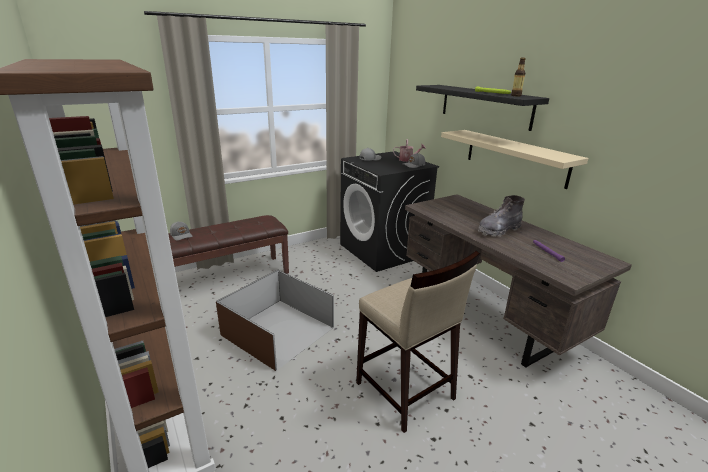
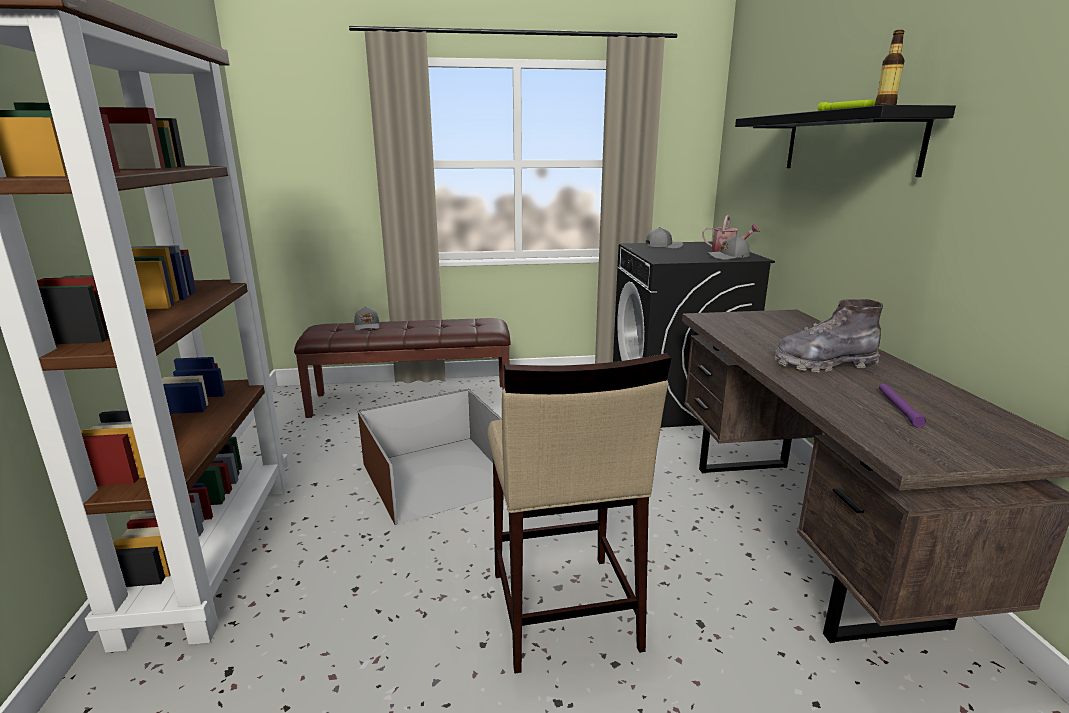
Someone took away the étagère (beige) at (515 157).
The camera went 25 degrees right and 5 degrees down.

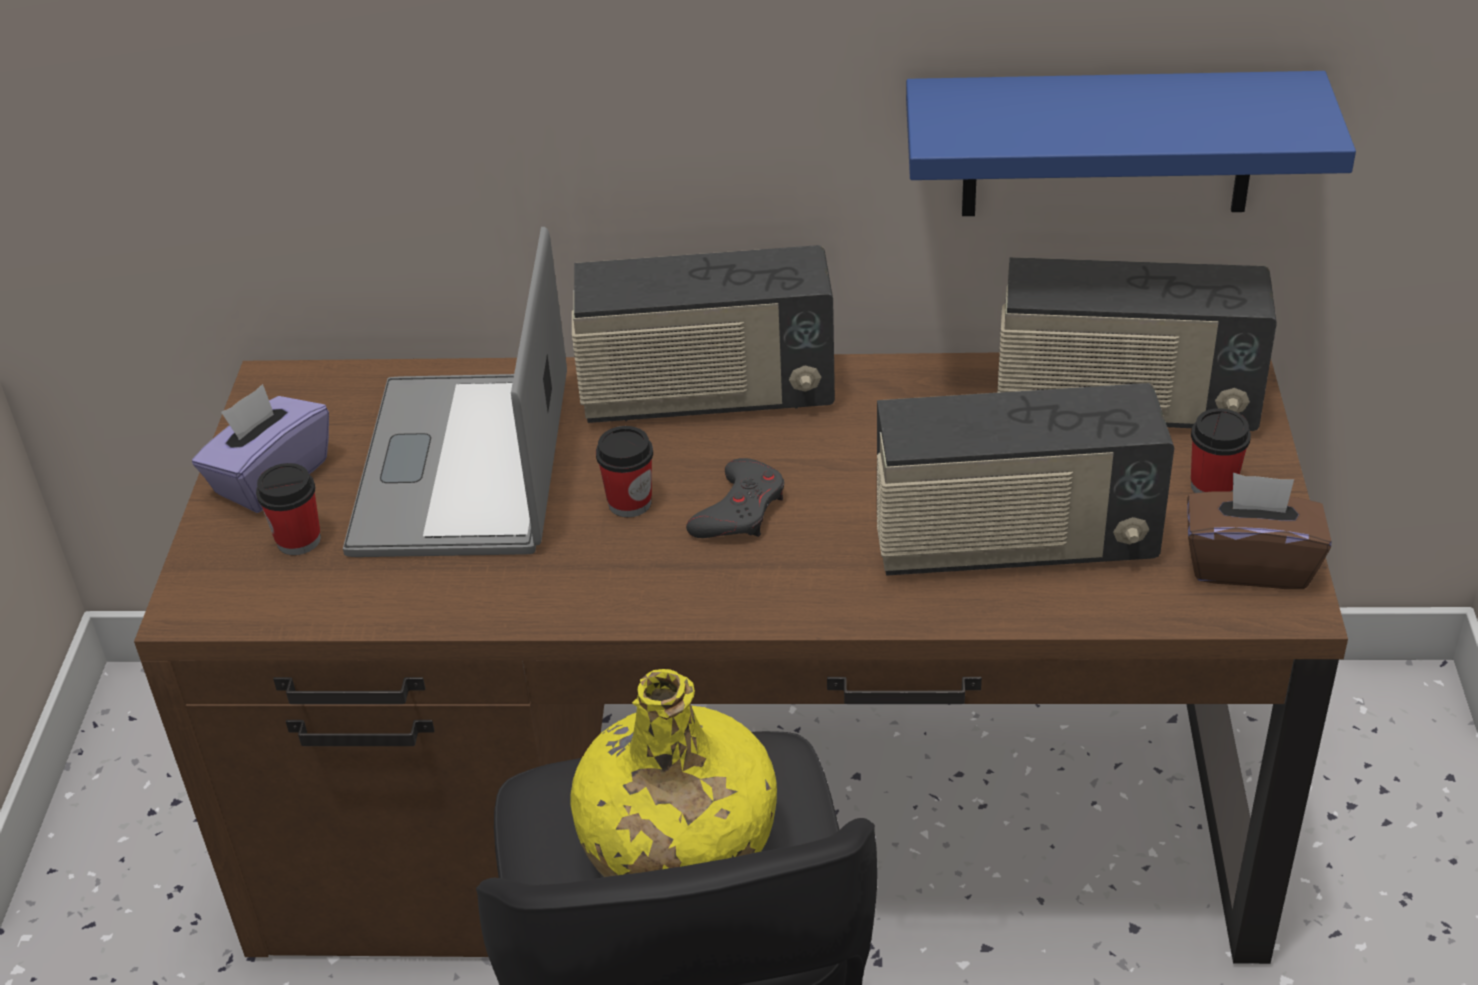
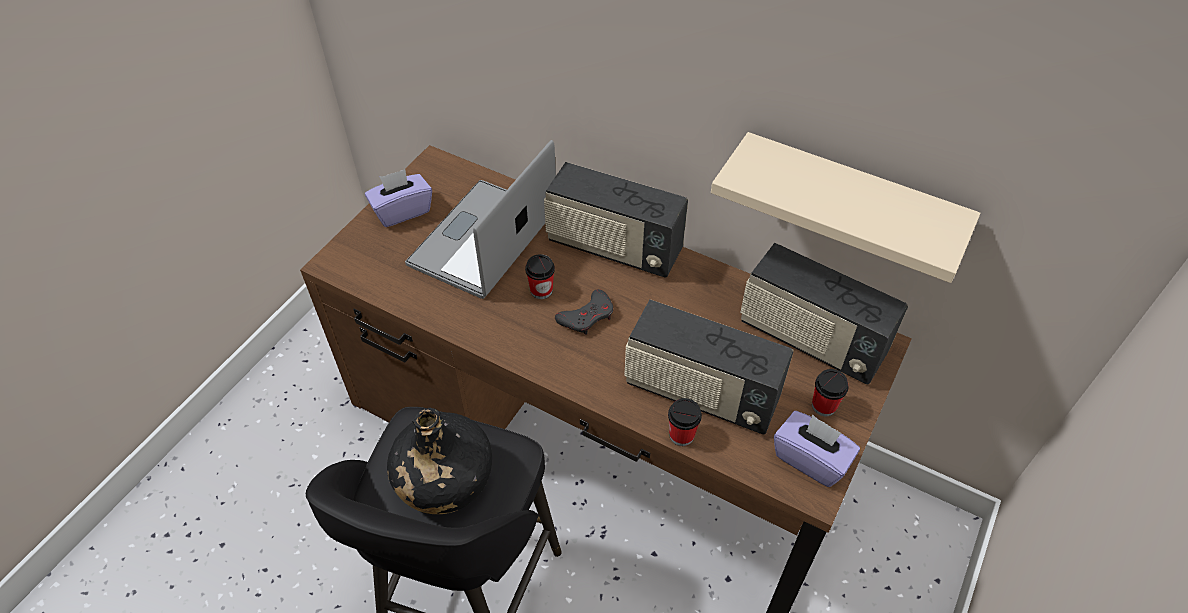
Someone carried the tasse from (298 540) to (681 435).
Someone repainted the bouteille (jaune) at (676 847), which became the bouteille (noir) at (444 479).
Someone repainted the étagère (bleu) at (1108 144), which became the étagère (beige) at (848 203).
Someone repainted the boîte à mouchoirs (marron) at (1249 564), which became the boîte à mouchoirs (violet) at (811 459).
The camera went 25 degrees right and 10 degrees up.

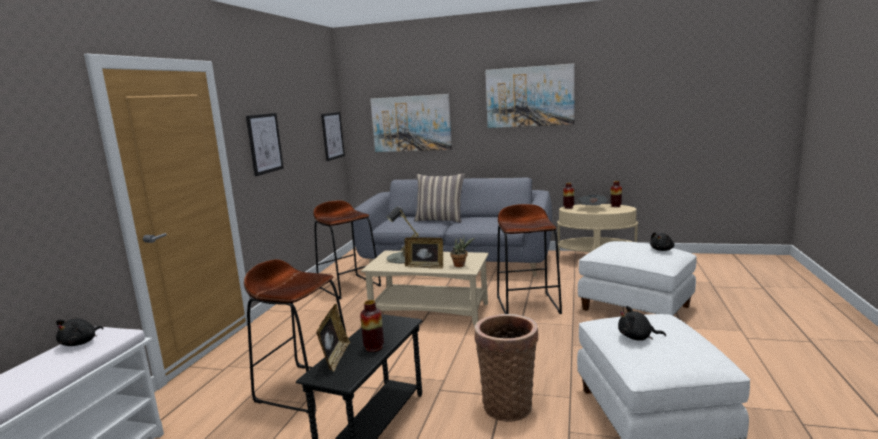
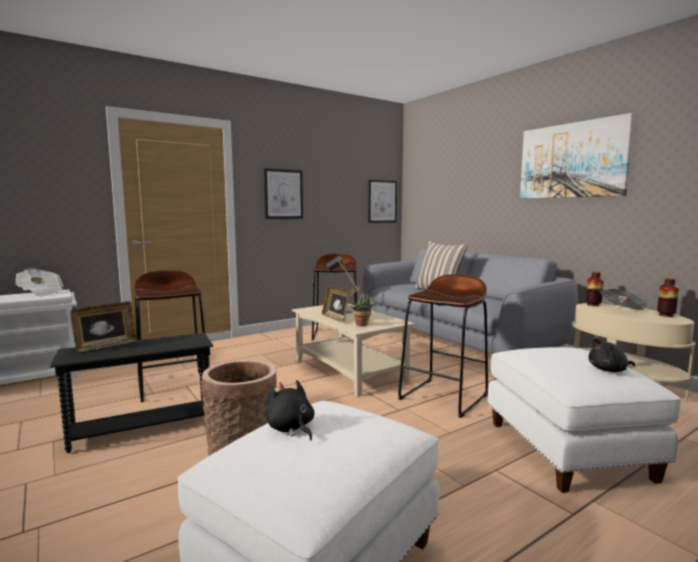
Someone took away the vase at (374 348).
Someone took away the tableau at (411 123).
Someone swapped the peluche (noir) at (81 343) for the journal at (41 293).
The camera went 40 degrees right and 5 degrees down.

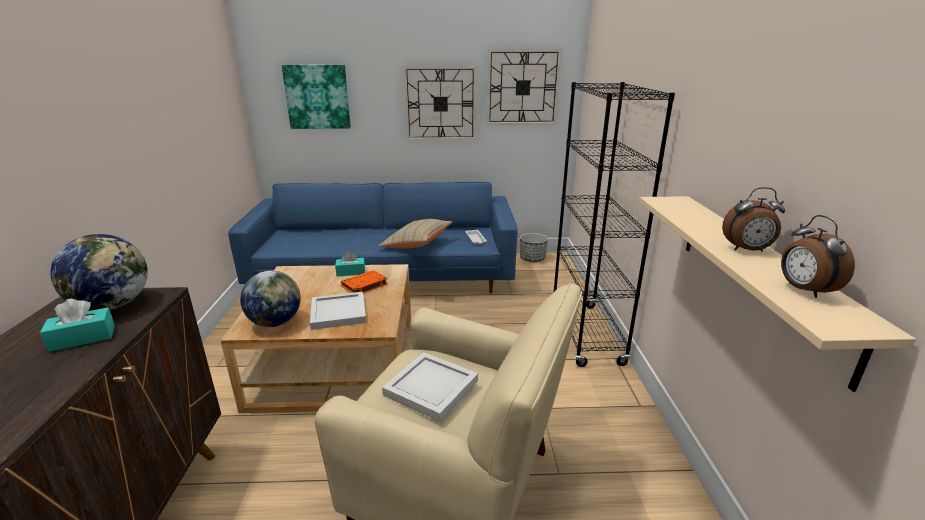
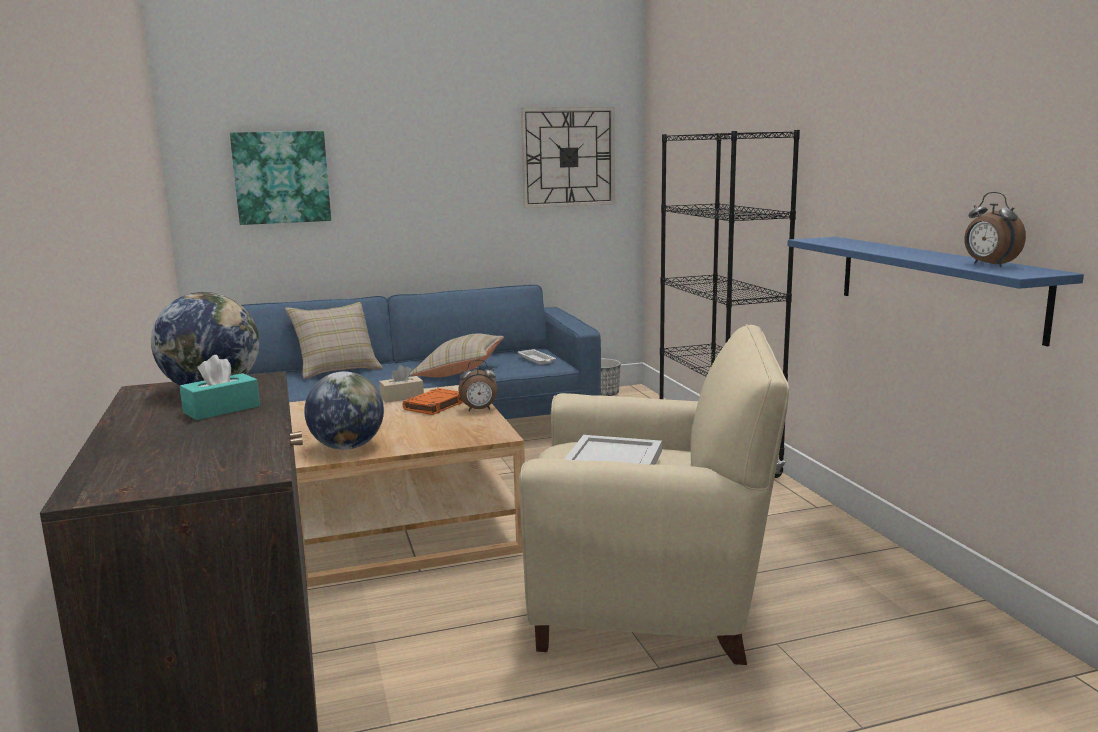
Someone took away the plateau (blanc) at (339 312).
Someone took away the horloge murale at (440 104).
Someone put down the coussin (beige) at (337 370).
Someone carried the réveil from (747 250) to (479 410).
Someone repainted the boîte à mouchoirs (turquoise) at (351 272), which became the boîte à mouchoirs (beige) at (402 397).
Someone repainted the étagère (beige) at (757 274), which became the étagère (bleu) at (934 284).
The camera went 15 degrees left and 10 degrees down.

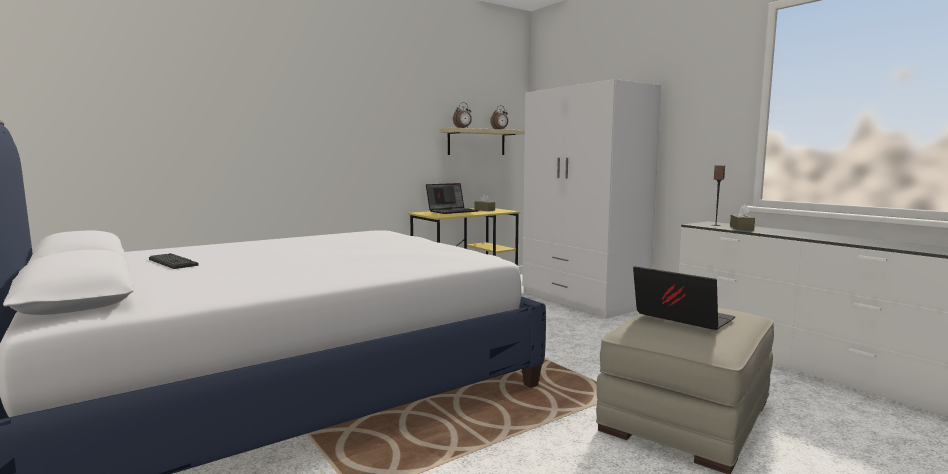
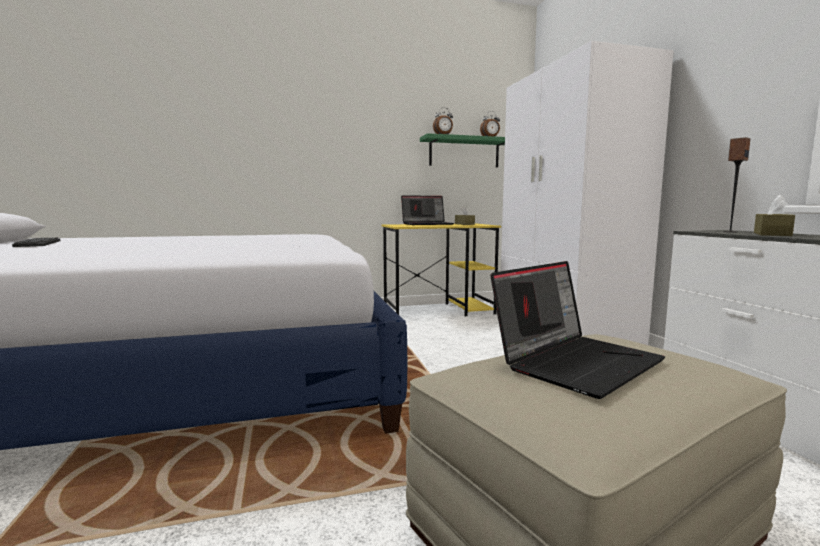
Someone repainted the étagère (beige) at (476 142), which became the étagère (vert) at (464 153).
Someone rotated the ordinateur portable at (680 318) by 75 degrees clockwise.
The camera went 20 degrees right and 0 degrees up.

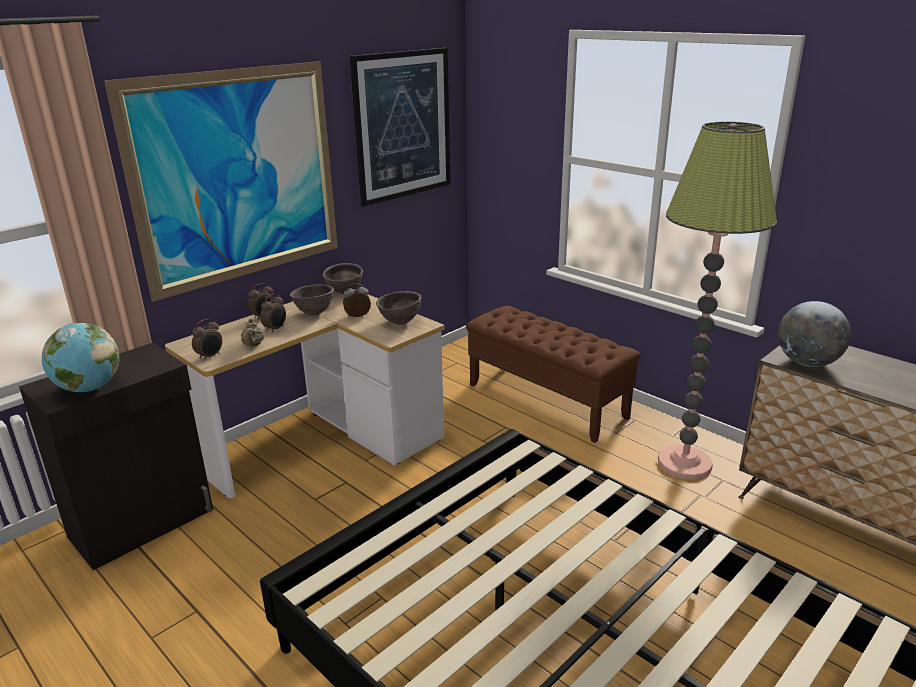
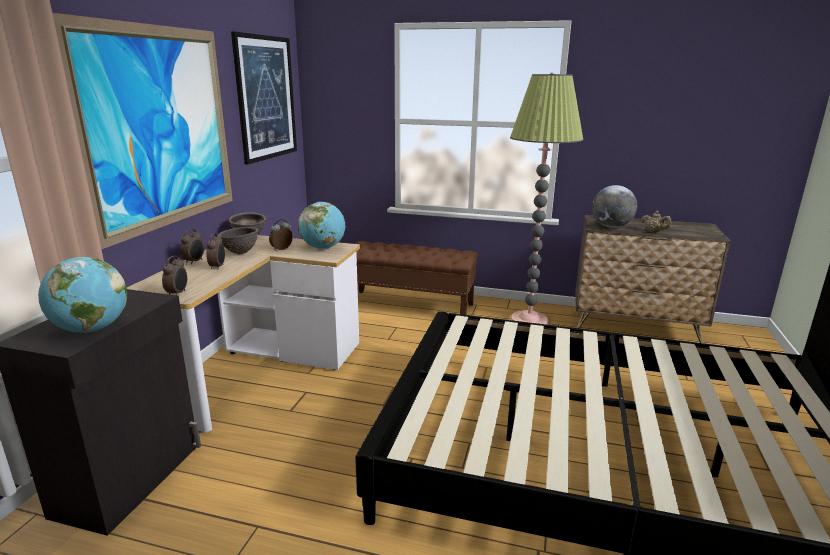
Someone carried the théière (beige) from (253 345) to (654 231).
Someone swapped the bol (marron) at (400 322) for the globe at (323 248).
The camera went 30 degrees left and 5 degrees down.

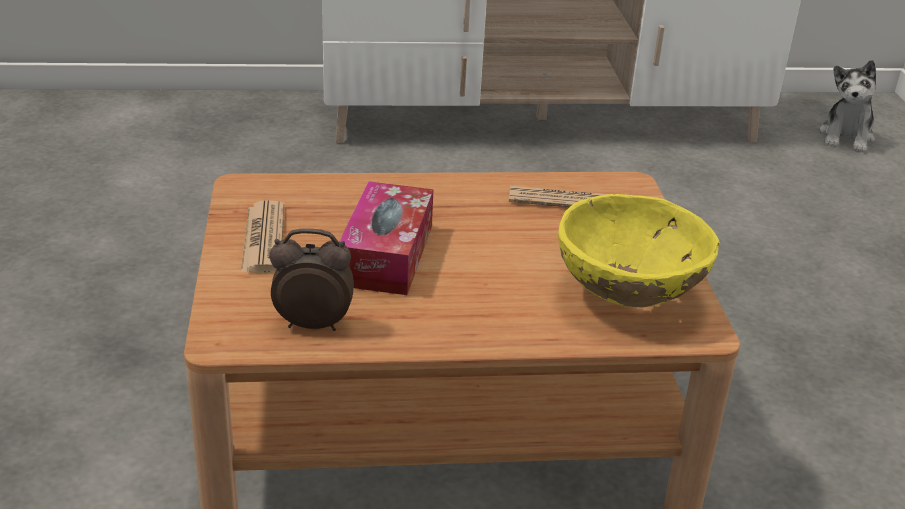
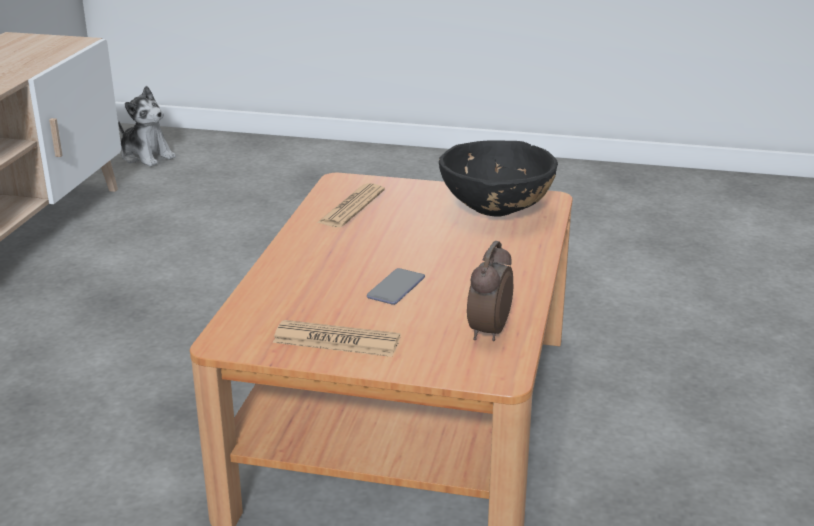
Someone swapped the boîte à mouchoirs at (386 255) for the téléphone at (396 288).
Someone repainted the bol (jaune) at (628 296), which became the bol (noir) at (496 211).
The camera went 70 degrees left and 5 degrees down.

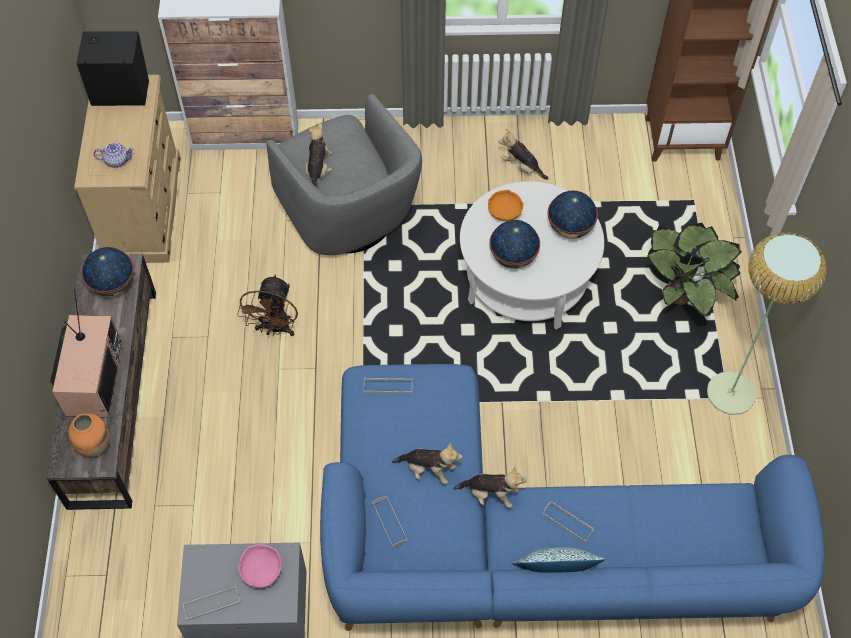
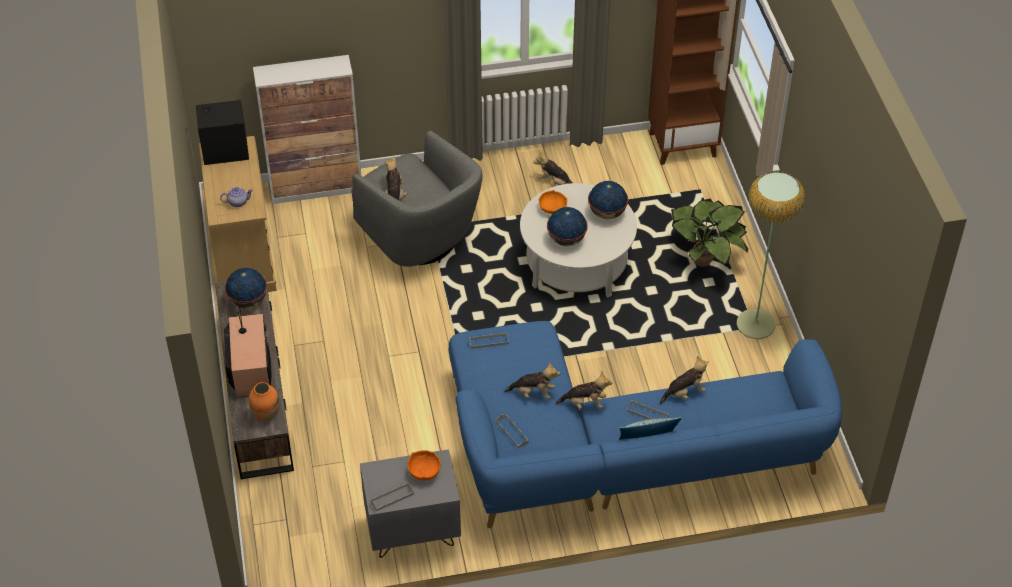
Someone took away the ventilateur (marron) at (275 329).
Someone put down the peluche at (684 393).
Someone repainted the bol (rose) at (261 571), which became the bol (orange) at (424 472).
The camera went 10 degrees left and 10 degrees down.

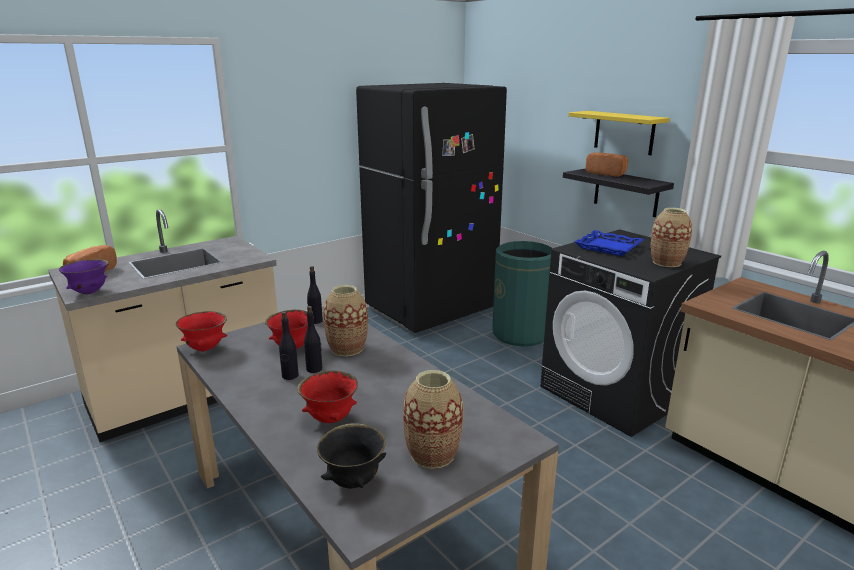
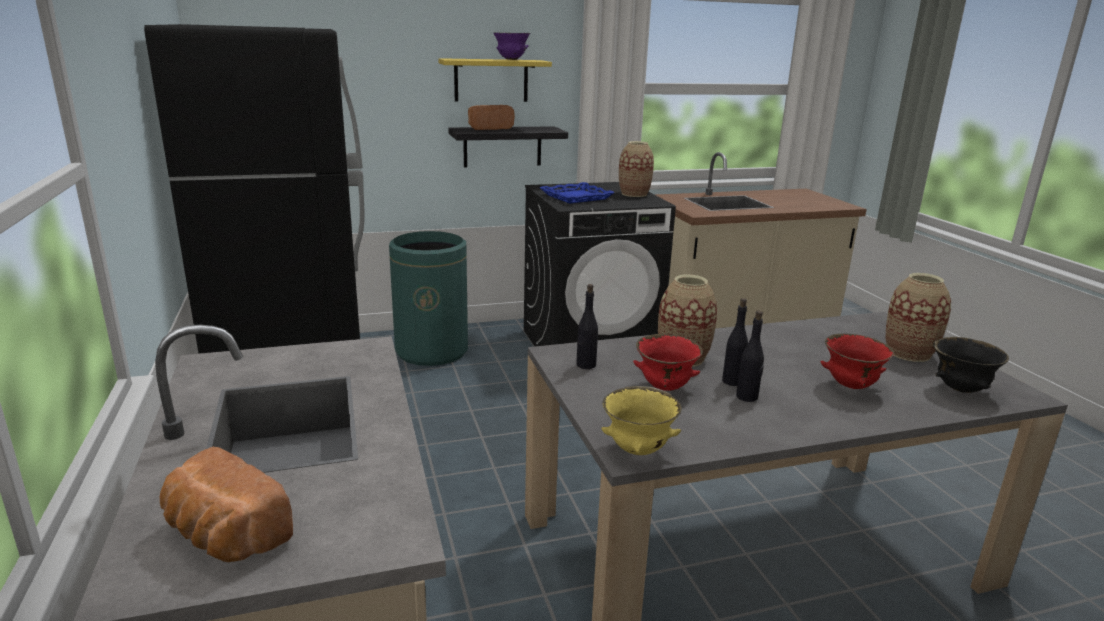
Someone carried the bol (violet) from (89 292) to (511 60).
Someone repainted the bol (rouge) at (205 349), which became the bol (jaune) at (638 450).
The camera went 70 degrees left and 0 degrees up.

